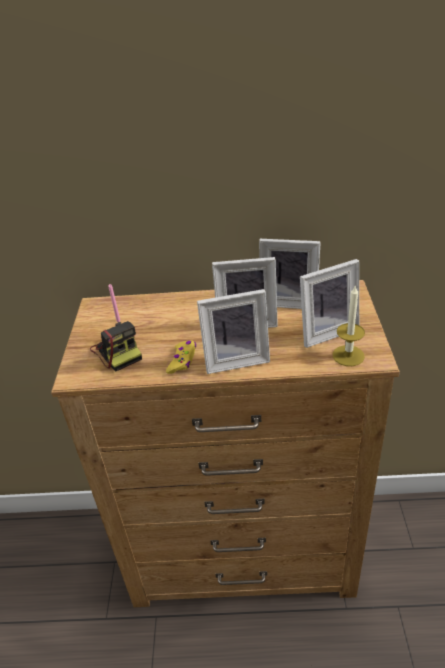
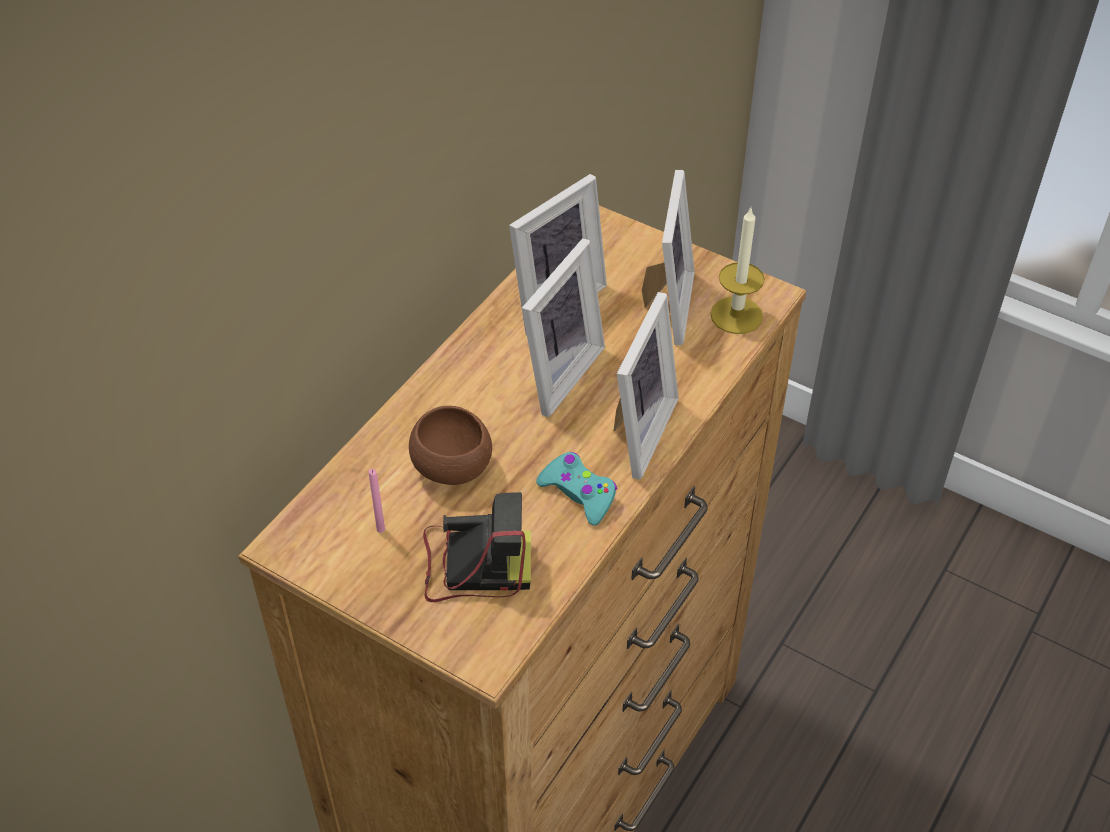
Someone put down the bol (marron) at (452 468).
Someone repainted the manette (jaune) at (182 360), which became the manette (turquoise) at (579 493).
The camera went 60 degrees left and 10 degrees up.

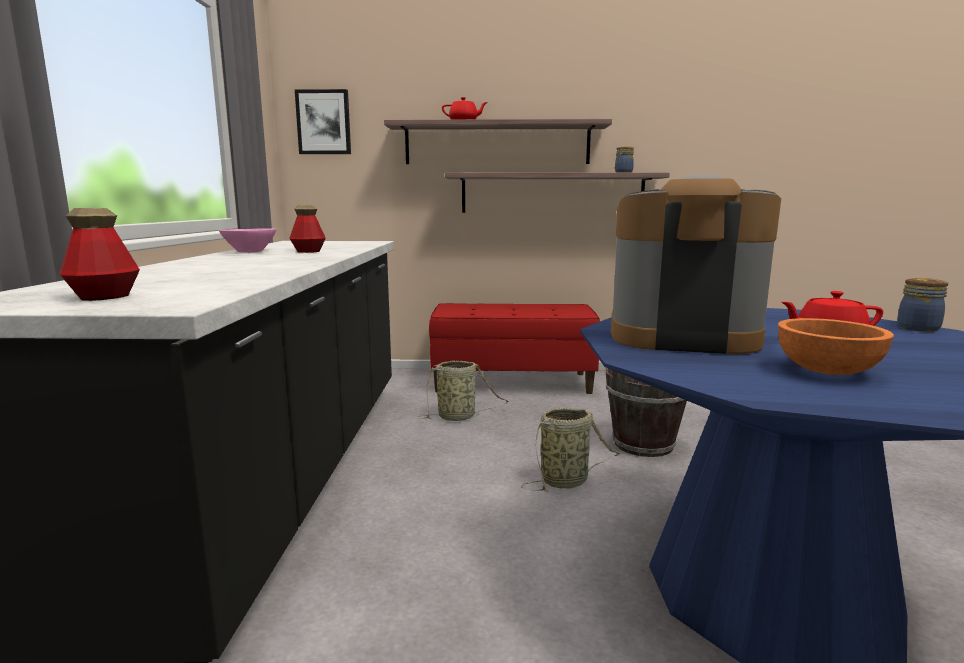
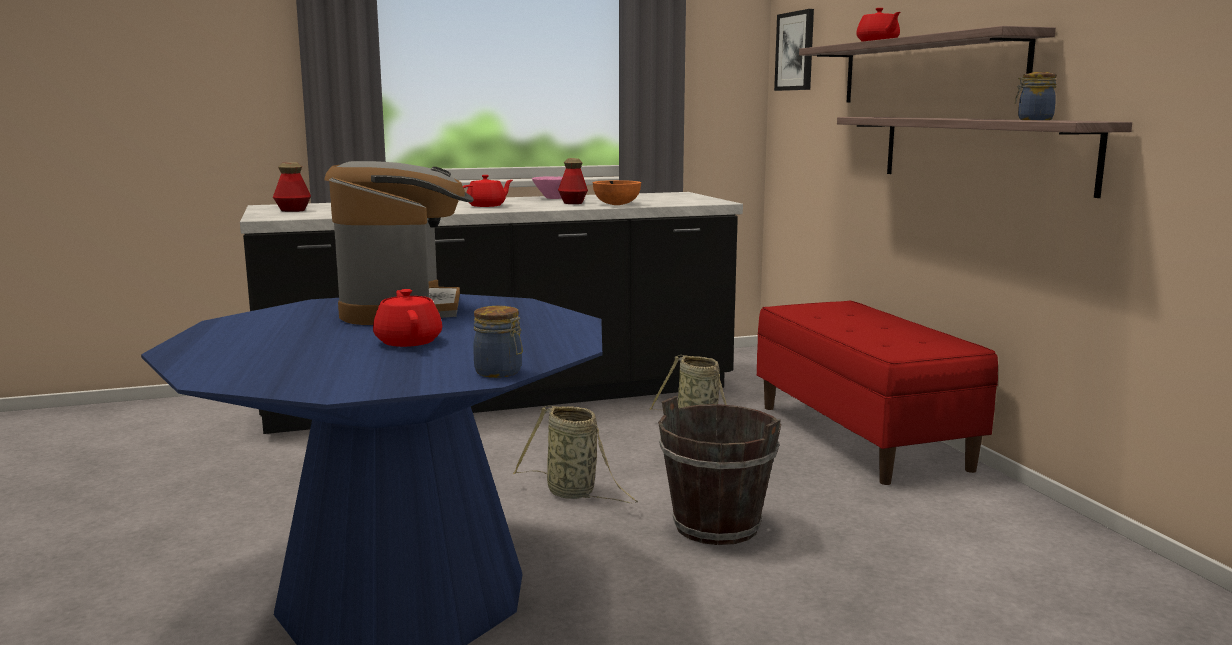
Someone put down the théière (rouge) at (487 206).
Someone carried the bol (orange) from (827 371) to (617 204).
The camera went 70 degrees right and 0 degrees up.

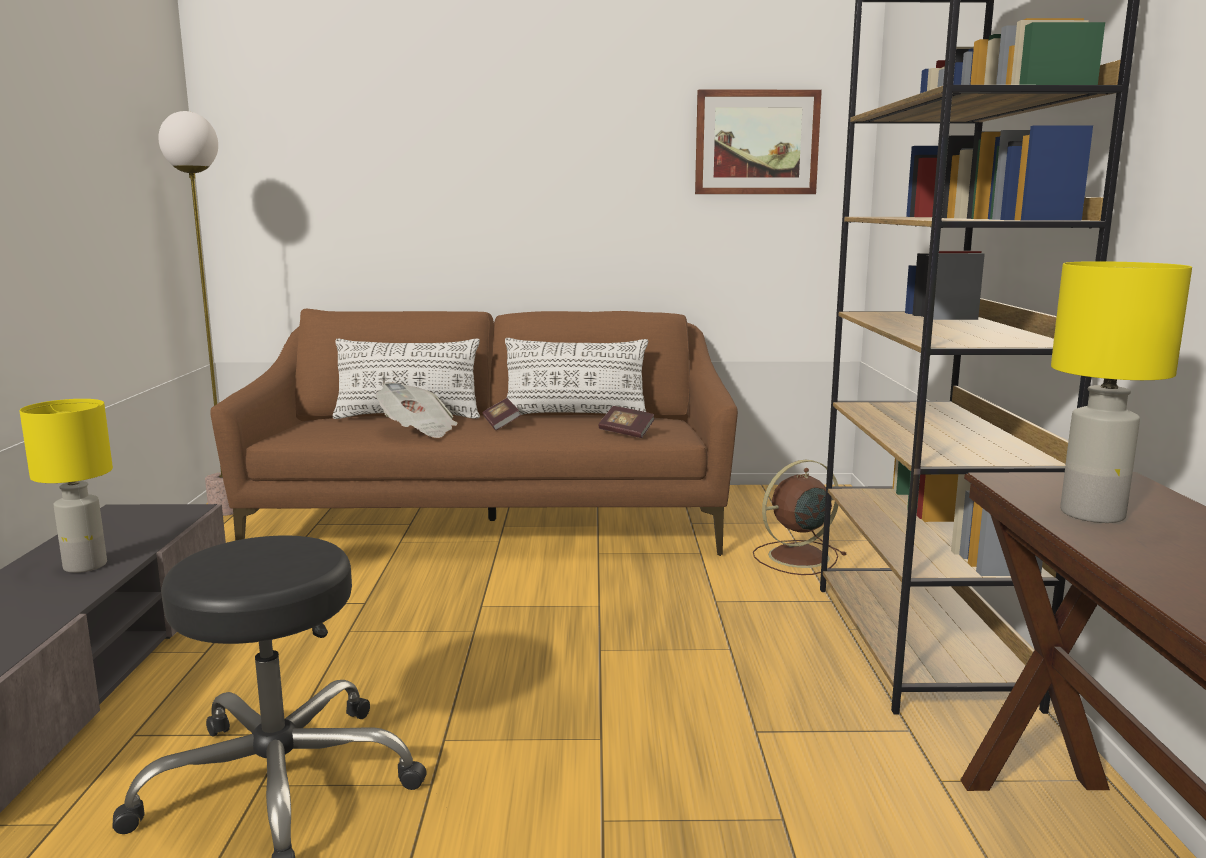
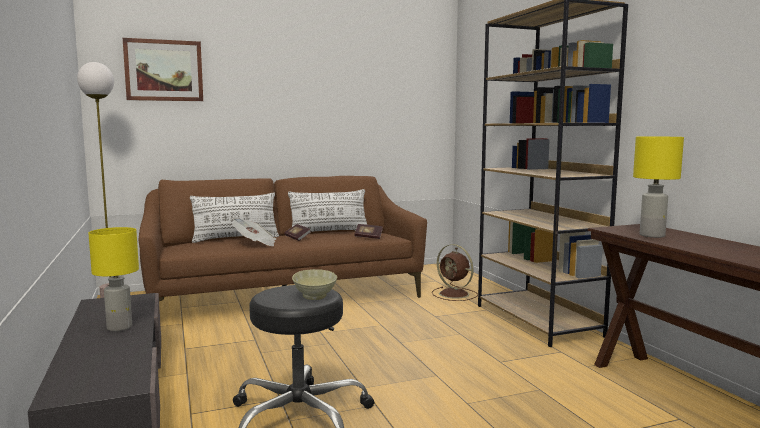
Someone put down the bol (beige) at (314 297).
Someone carried the tableau from (756 143) to (164 70).
Someone rotated the ventilateur (marron) at (796 557) by 90 degrees counterclockwise.
The camera went 20 degrees left and 5 degrees down.

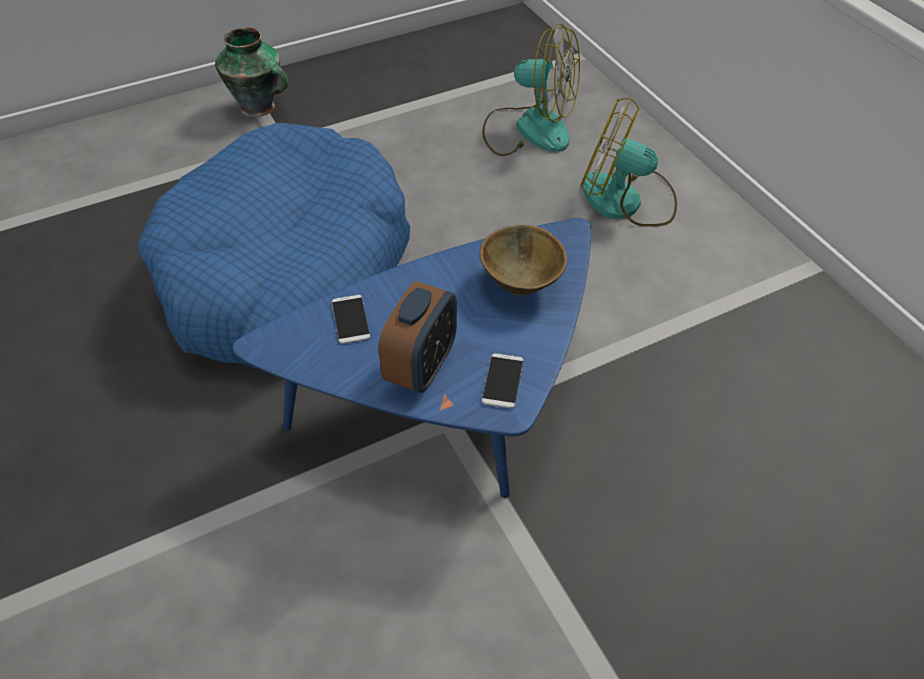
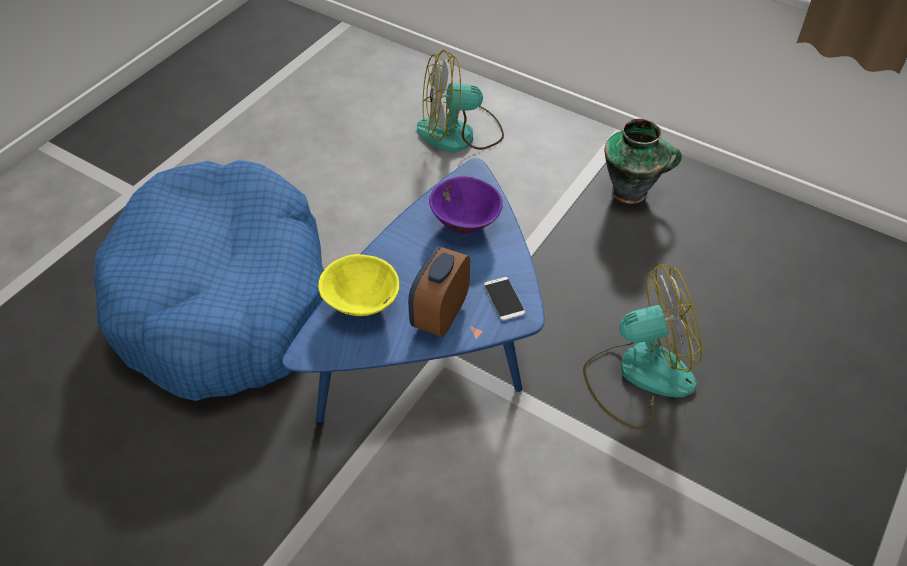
Someone carried the vase from (259 108) to (631 191).
Someone carried the ventilateur from (529 129) to (638 374).
Someone swapped the téléphone at (350 319) for the bol (jaune) at (360 304).
Someone repainted the bol (marron) at (521 282), which became the bol (violet) at (465 223).
Someone rotated the réveil at (421 366) by 150 degrees counterclockwise.
The camera went 30 degrees left and 0 degrees up.

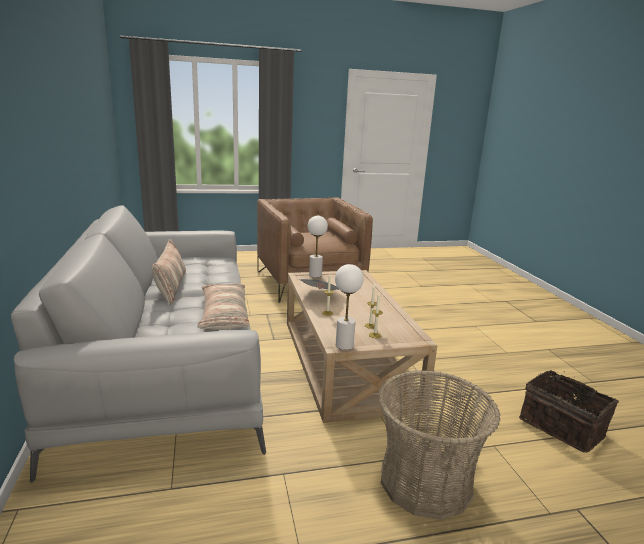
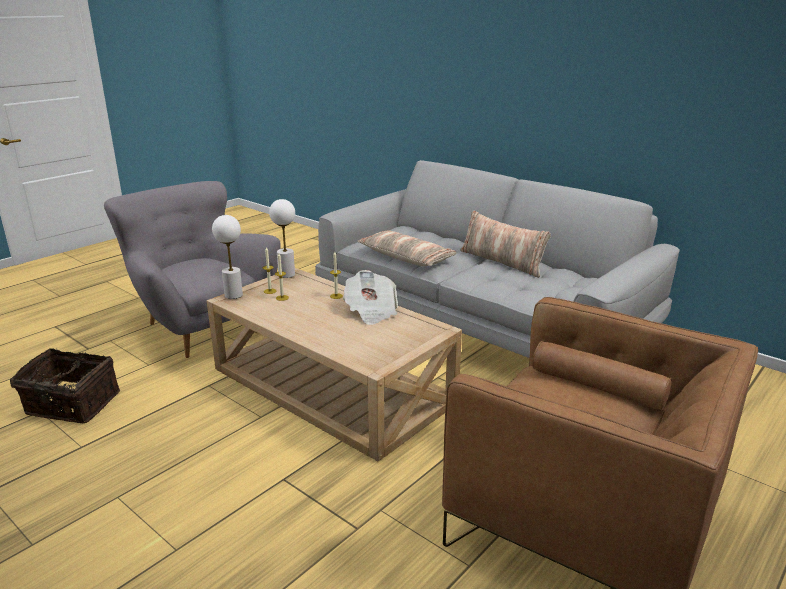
Someone carried the lampe de table (blanc) from (315 275) to (234 295).
Someone swapped the panier at (425 482) for the fauteuil (gris) at (201 327).
The camera went 145 degrees right and 5 degrees up.

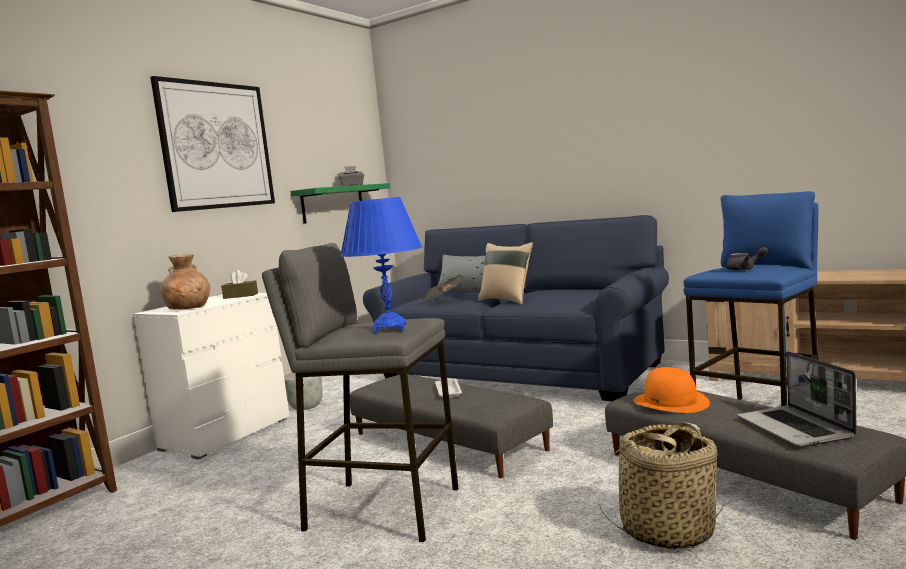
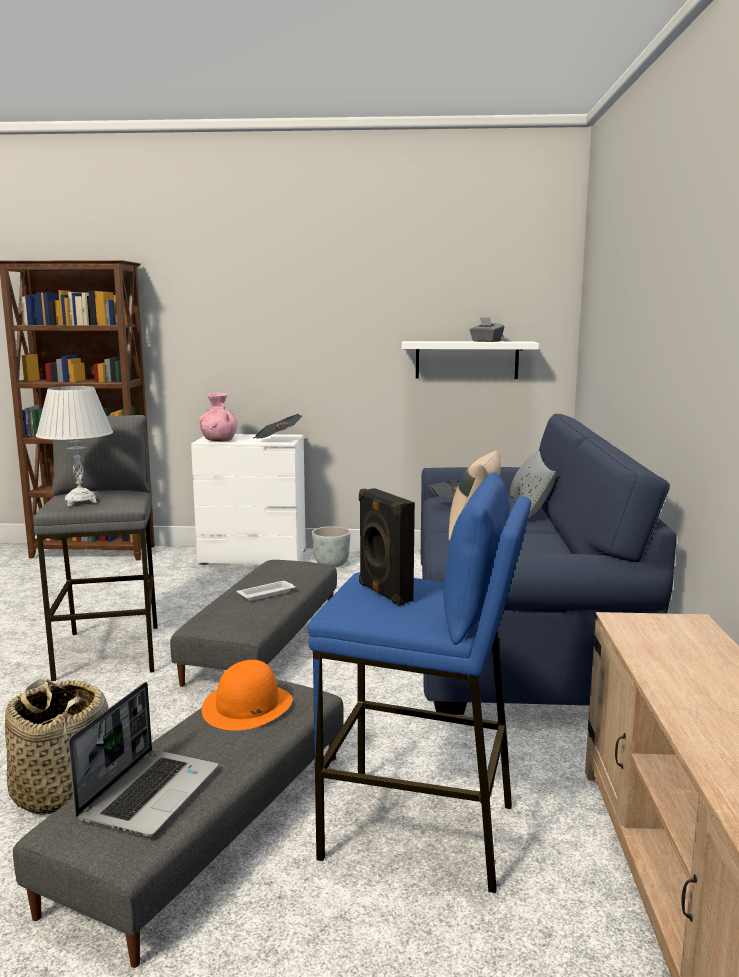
Someone took away the tableau at (216 146).
Someone swapped the boîte à mouchoirs (marron) at (240 296) for the journal at (277 440).
Someone swapped the théière (gris) at (744 269) for the enceinte (noir) at (383 593).
Someone repainted the vase (marron) at (188 308), which became the vase (rose) at (219 440).
Someone repainted the étagère (vert) at (333 204), which became the étagère (blanc) at (467 360).
Someone repainted the lampe de table (bleu) at (390 328), which became the lampe de table (blanc) at (80 501).
Someone rotated the ordinateur portable at (796 428) by 150 degrees clockwise.
The camera went 60 degrees right and 5 degrees up.

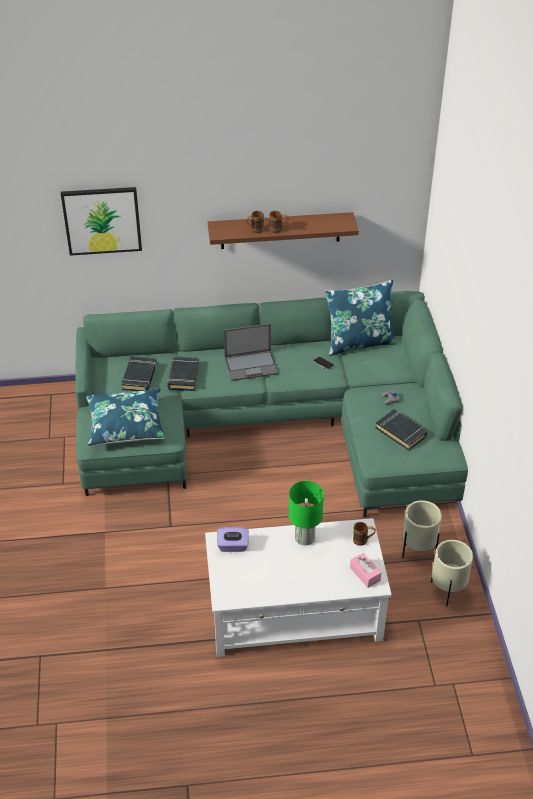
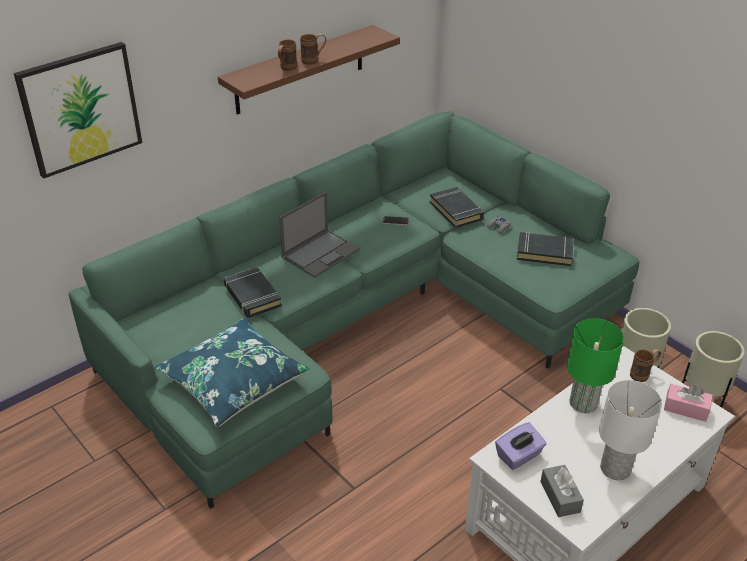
Someone took away the coussin (bleu) at (359 342).
Someone put down the boîte à mouchoirs (gris) at (560 497).
Someone put down the lampe de table (blanc) at (615 469).
Someone carried the livre (noir) from (139 377) to (456 211).
The camera went 35 degrees left and 5 degrees down.

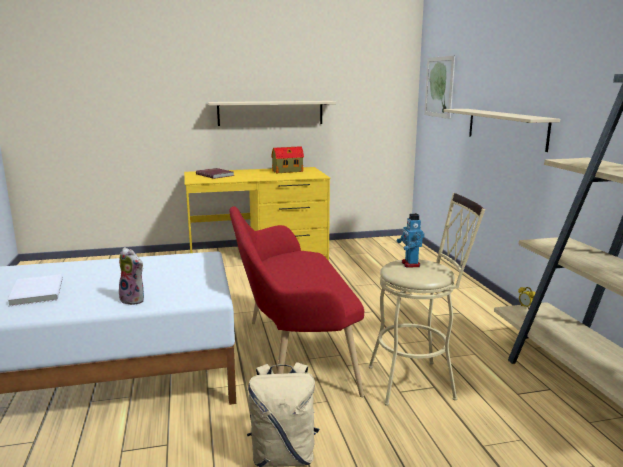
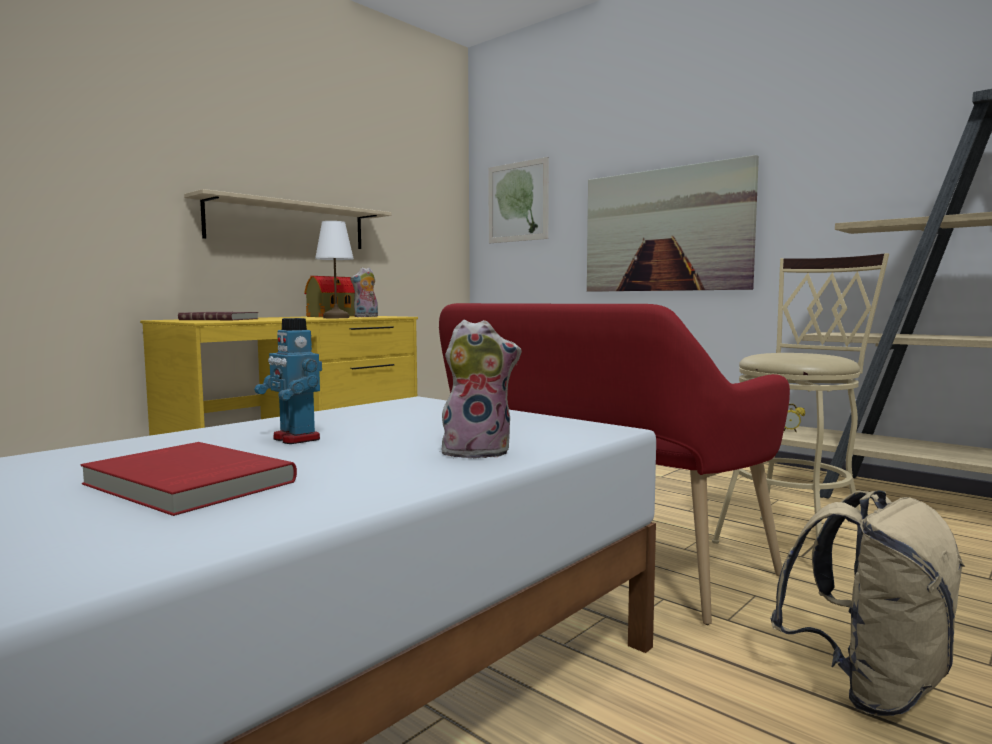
Someone put down the lampe de table (blanc) at (336 318).
Someone put down the peluche at (366 317).
Someone carried the robot jouet from (410 264) to (295 439).
Someone swapped the étagère (beige) at (505 128) for the tableau at (665 230).
Someone repainted the livre (blanc) at (35 292), which became the livre (rouge) at (185 484).
The camera went 35 degrees left and 10 degrees down.

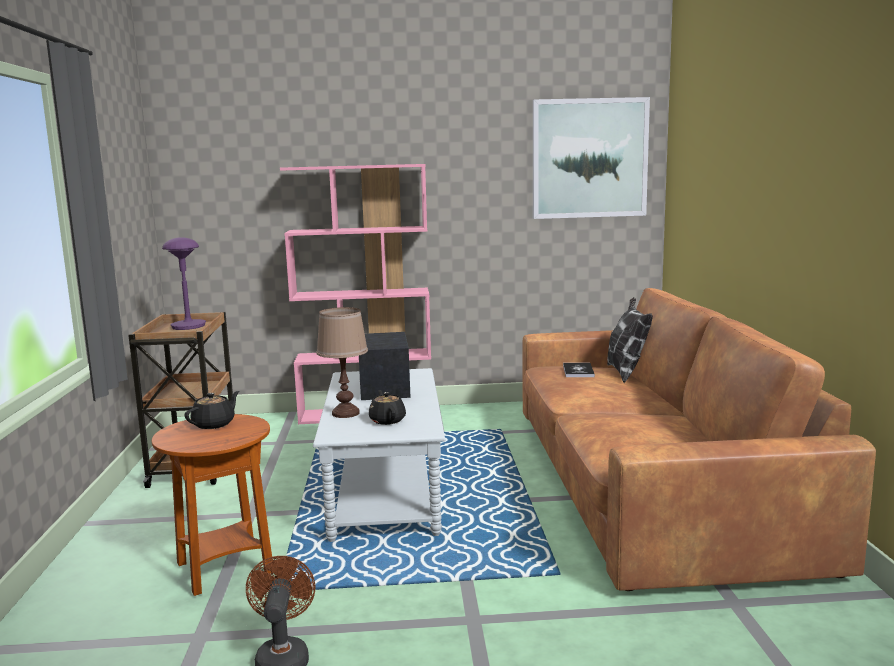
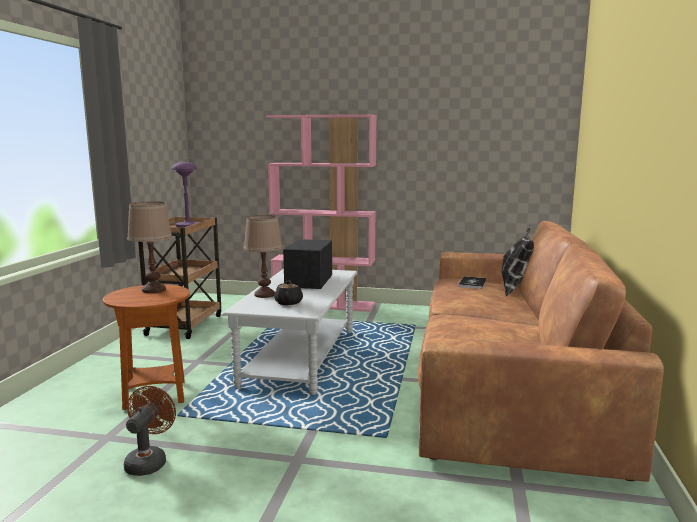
Someone took away the tableau at (589 158).
Someone swapped the théière (noir) at (214 424) for the lampe de table (marron) at (153 290).
The camera went 15 degrees right and 0 degrees up.

